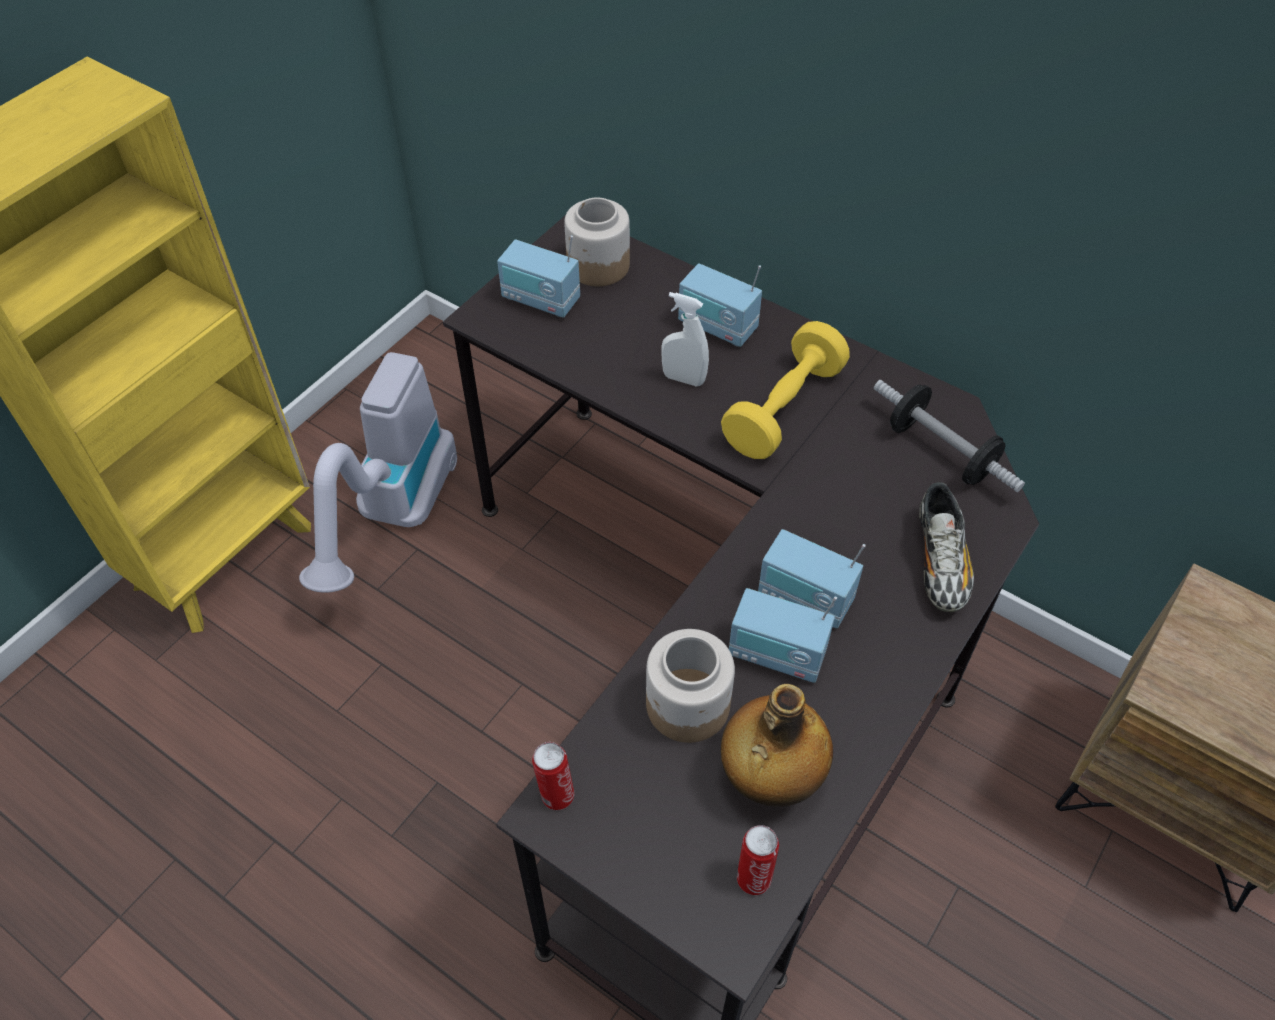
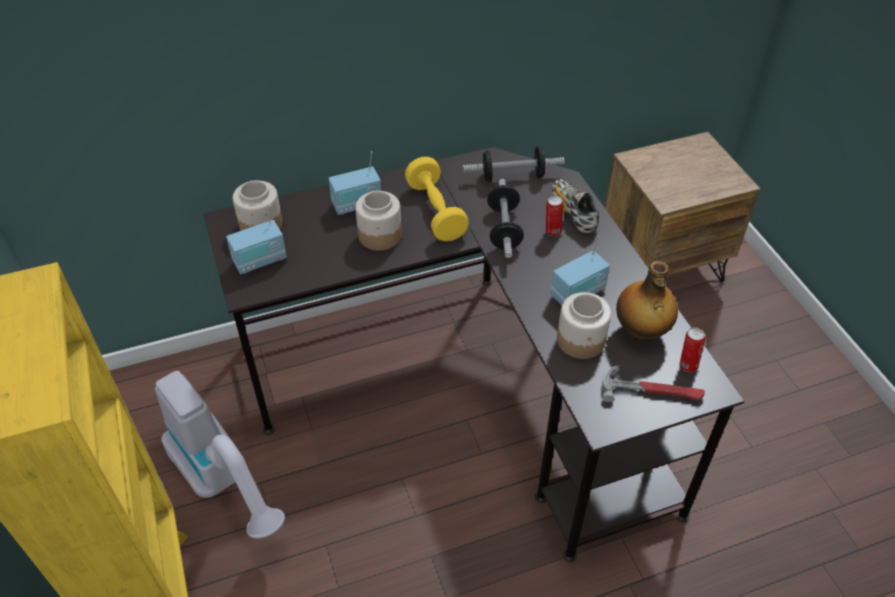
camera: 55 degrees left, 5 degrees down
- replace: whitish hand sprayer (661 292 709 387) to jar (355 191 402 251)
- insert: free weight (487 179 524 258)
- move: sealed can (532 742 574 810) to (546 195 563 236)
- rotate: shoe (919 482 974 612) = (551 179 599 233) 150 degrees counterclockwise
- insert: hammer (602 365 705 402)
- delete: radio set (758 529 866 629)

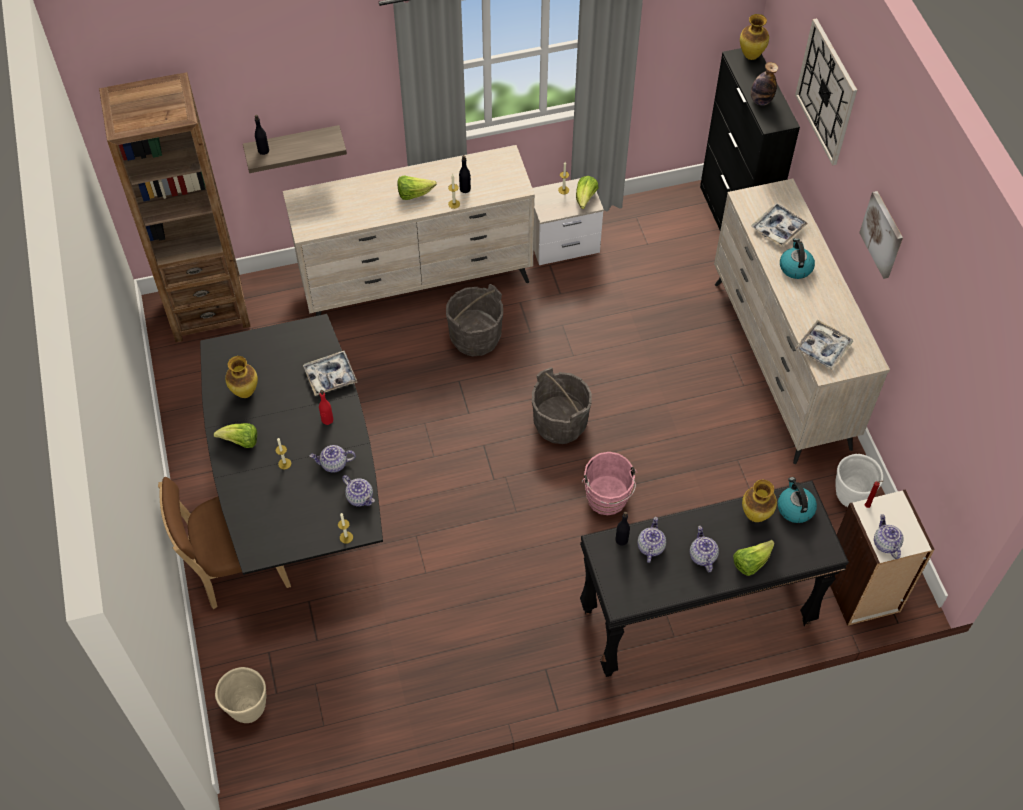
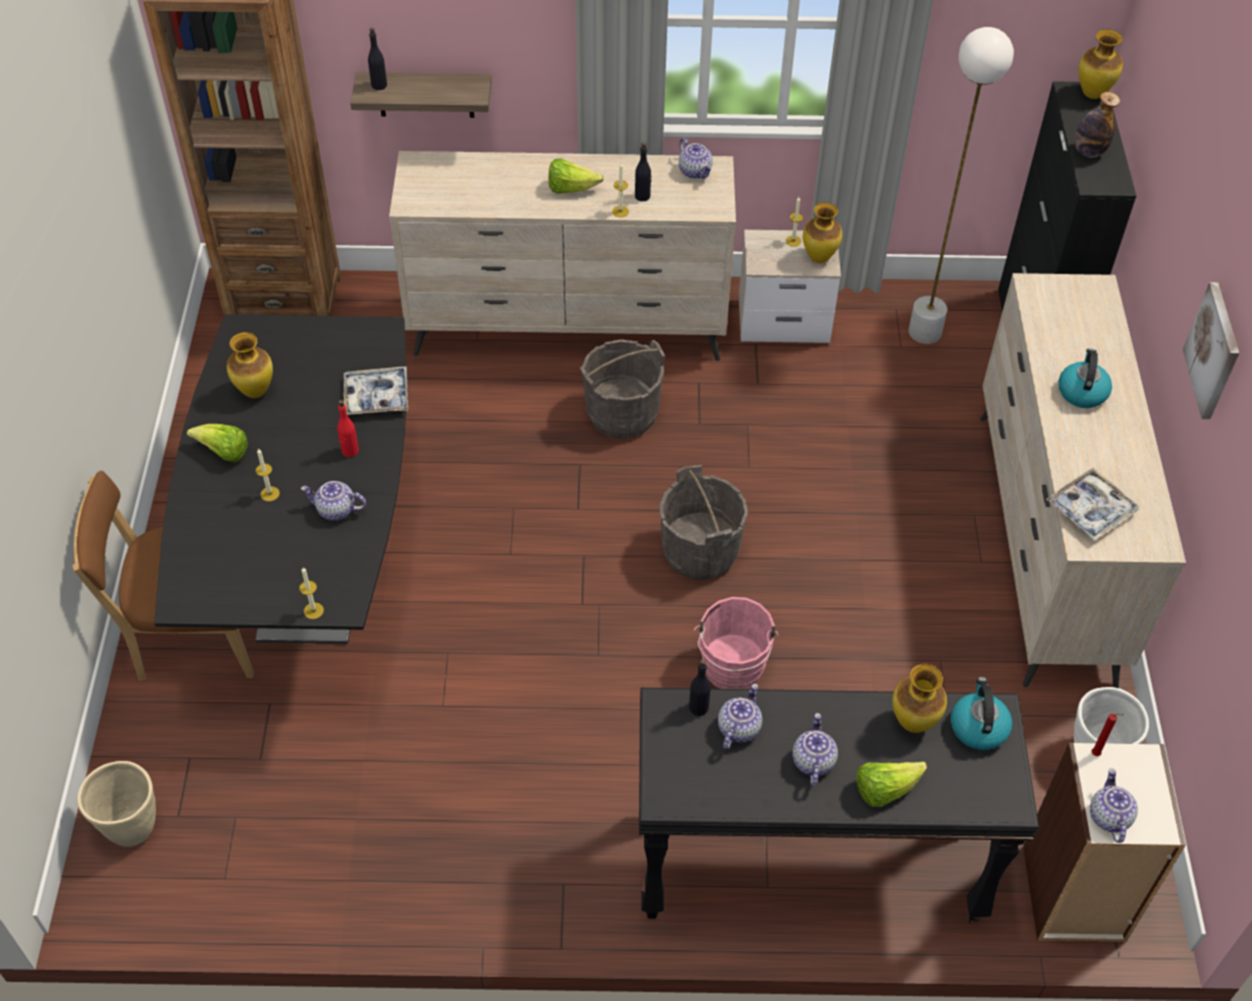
camera: 15 degrees right, 5 degrees down
- move: tea pot (342 475 375 507) to (679 138 713 179)
- replace: head of lettuce (576 176 598 209) to flower vase (803 202 842 263)
- insert: whitish floor lamp (909 27 1014 344)
- delete: serving tray (751 203 808 247)
- delete: clock on the wall (795 18 857 165)

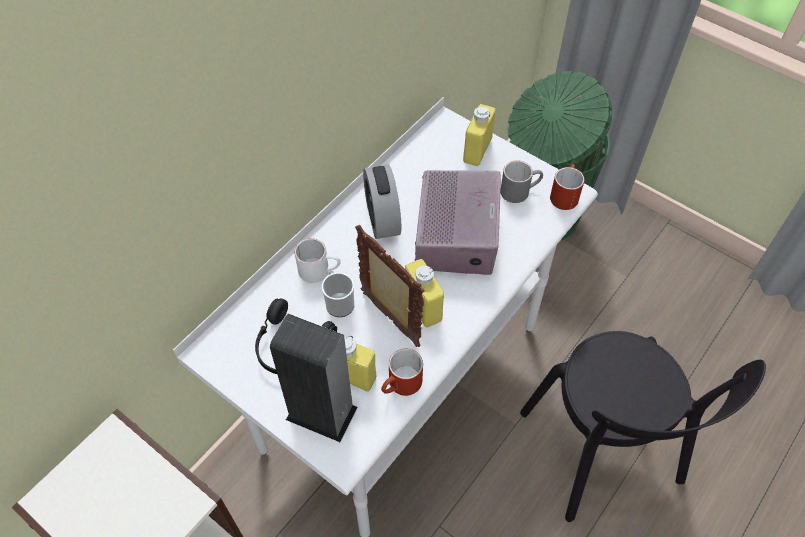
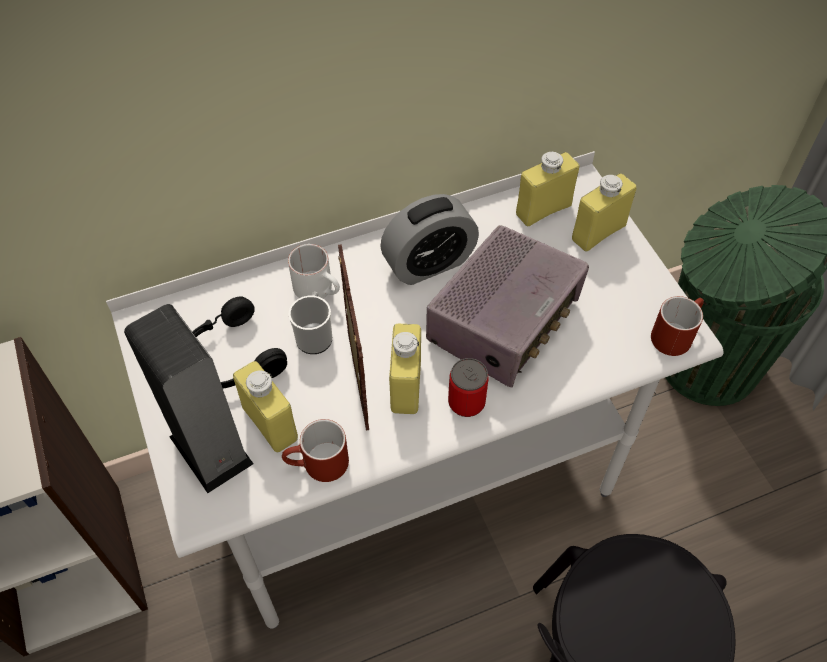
camera: 30 degrees right, 0 degrees up
- rotate: table clock (363 164 401 239) = (380 194 479 285) 135 degrees counterclockwise
- insert: sealed can (448 358 489 417)
- insert: yellow drink bottle (516 152 579 226)
- delete: gray tea mug (500 160 543 203)

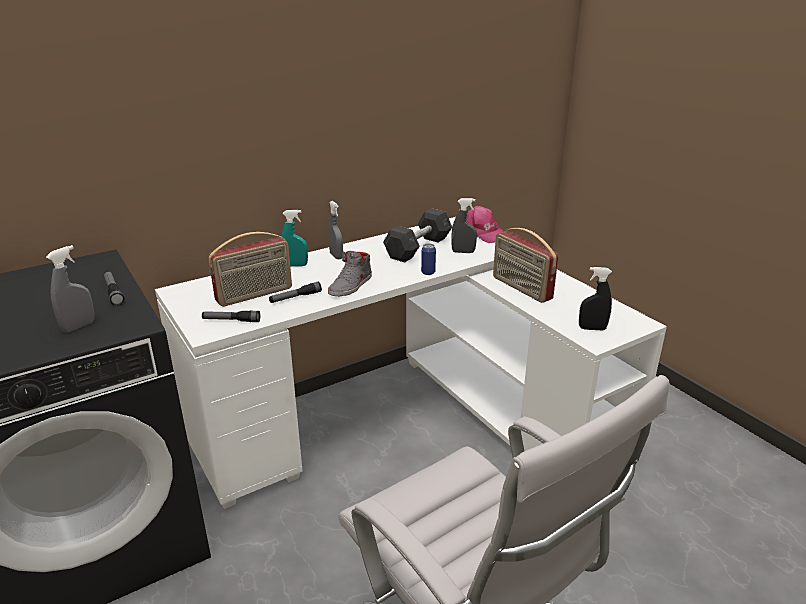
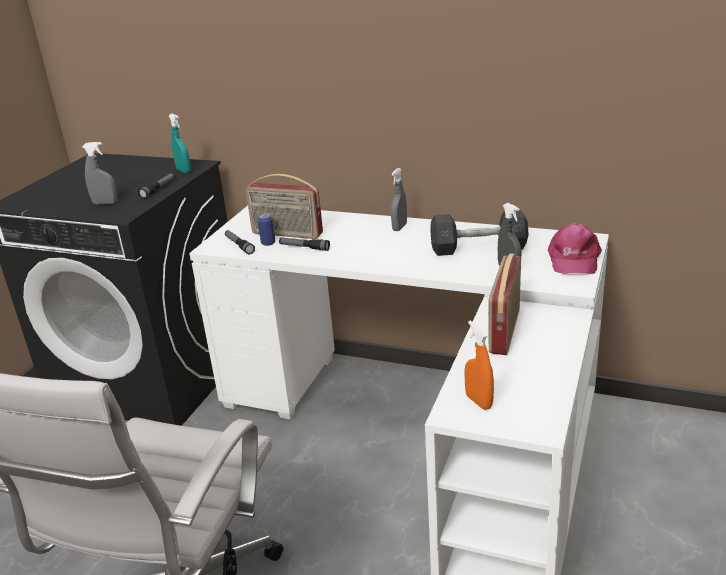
camera: 55 degrees right, 0 degrees up
- move: turquoise hand sprayer (281 210 308 267) to (169 114 191 173)
- move: sealed can (421 243 436 275) to (258 213 275 246)
- recolor: black-coloured hand sprayer (579 267 612 330) to orangey hand sprayer (464 321 494 410)
- delete: gray shoe (328 251 372 296)

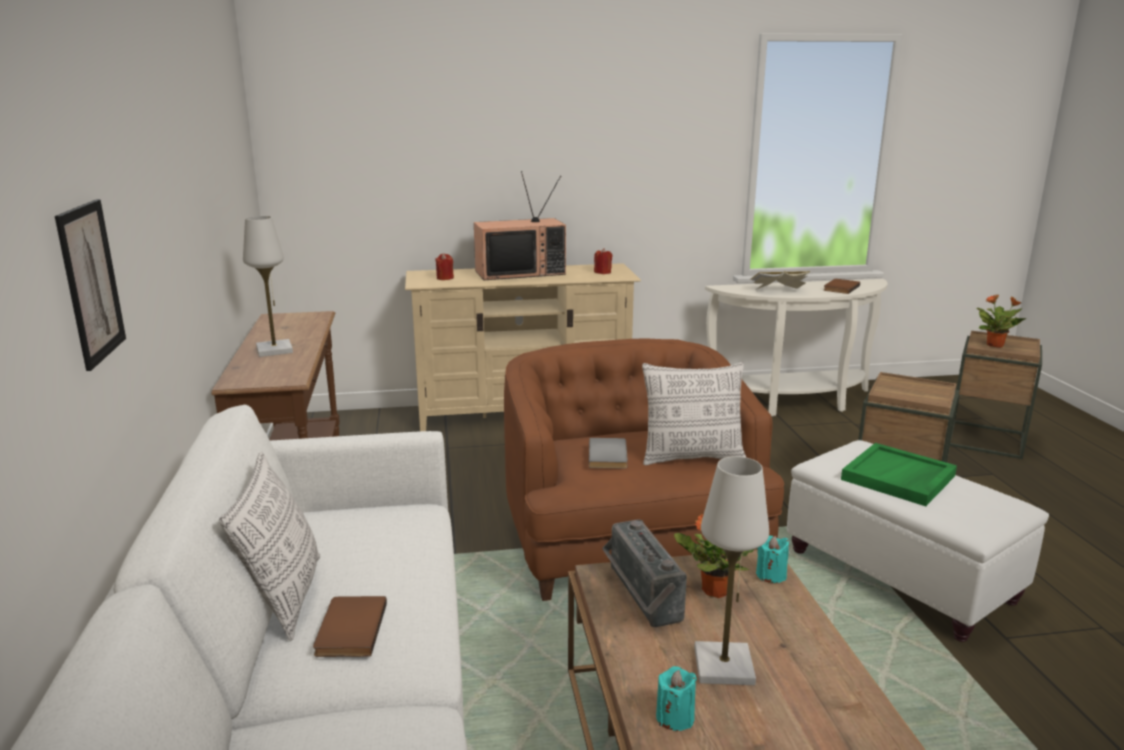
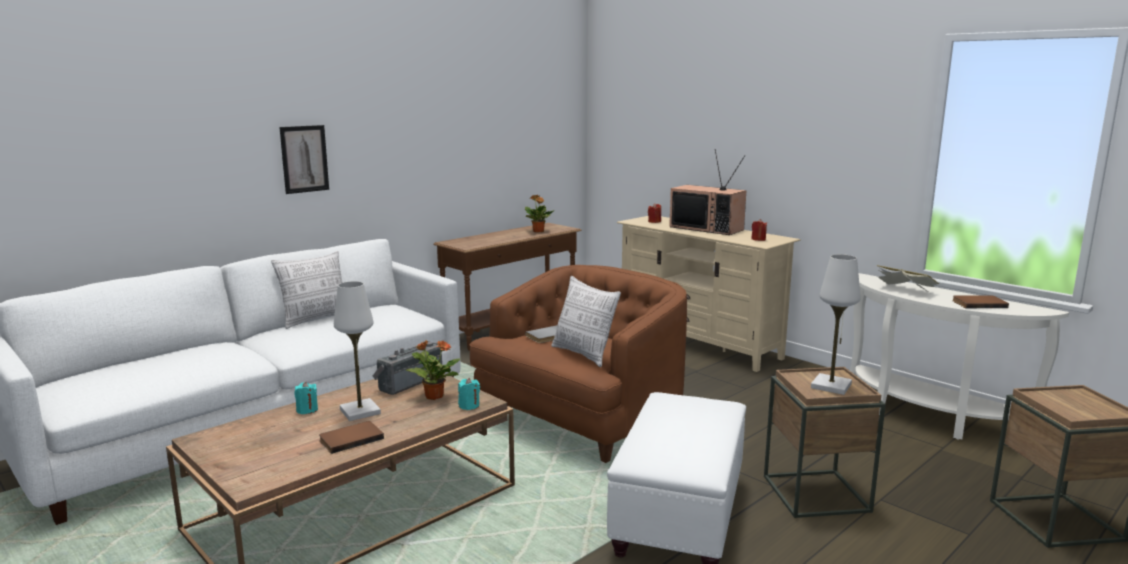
camera: 55 degrees right, 5 degrees down
- move: brown-coloured volume (313 596 387 657) to (319 421 384 454)
- move: potted plant (977 295 1026 348) to (525 195 555 232)
- move: whitish lamp for a table (243 216 293 357) to (811 254 861 395)
- delete: green serving tray (841 443 957 506)

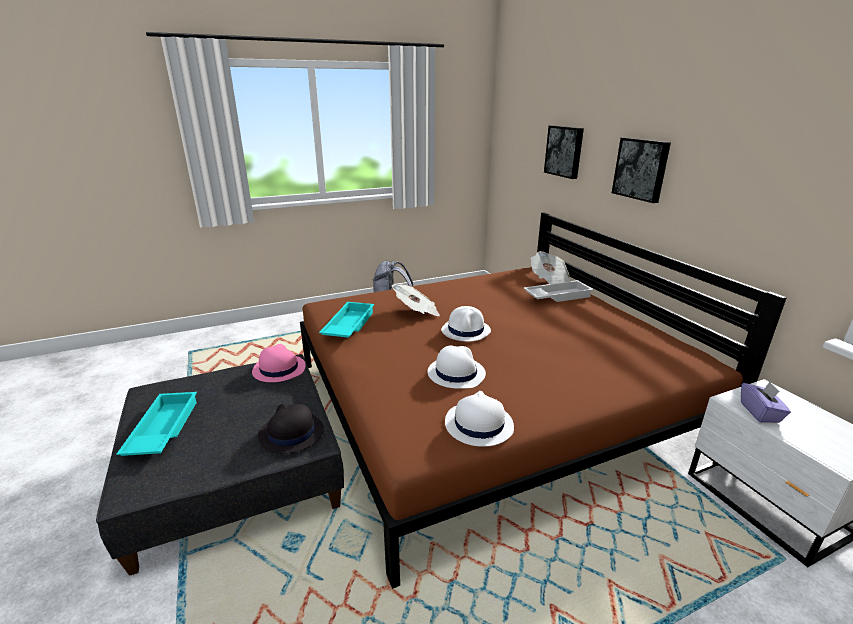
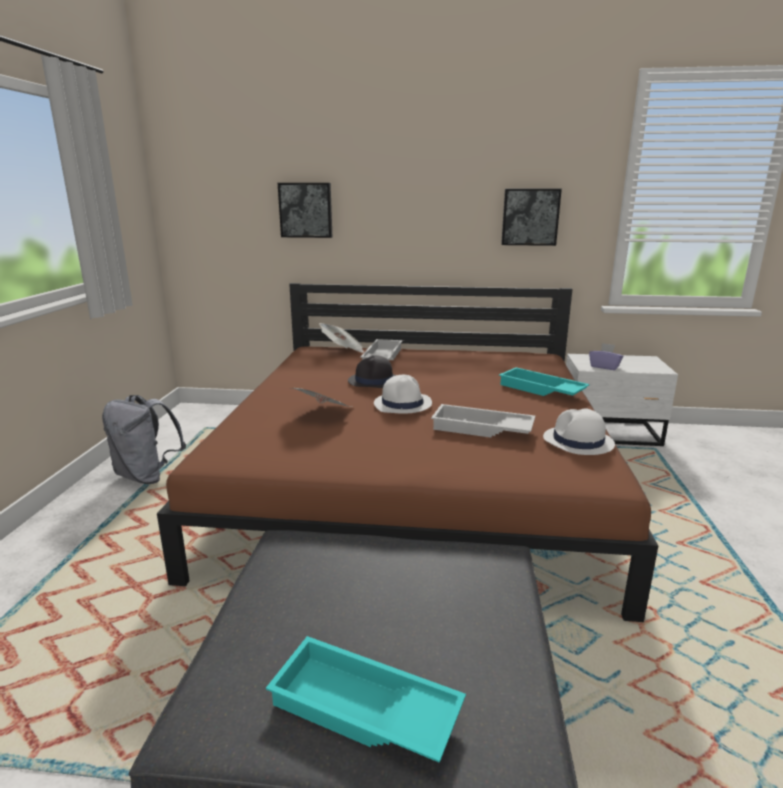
camera: 60 degrees left, 5 degrees down
- move: black-coloured clothing hat (258 404 324 454) to (348 355 396 388)
- replace: whitish clothing hat (427 345 486 389) to whitish serving tray (431 404 535 438)
- move: turquoise serving tray (319 302 374 338) to (499 367 590 396)
- move: picture (612 137 671 203) to (501 189 562 246)
- delete: pink-coloured clothing hat (252 344 306 382)

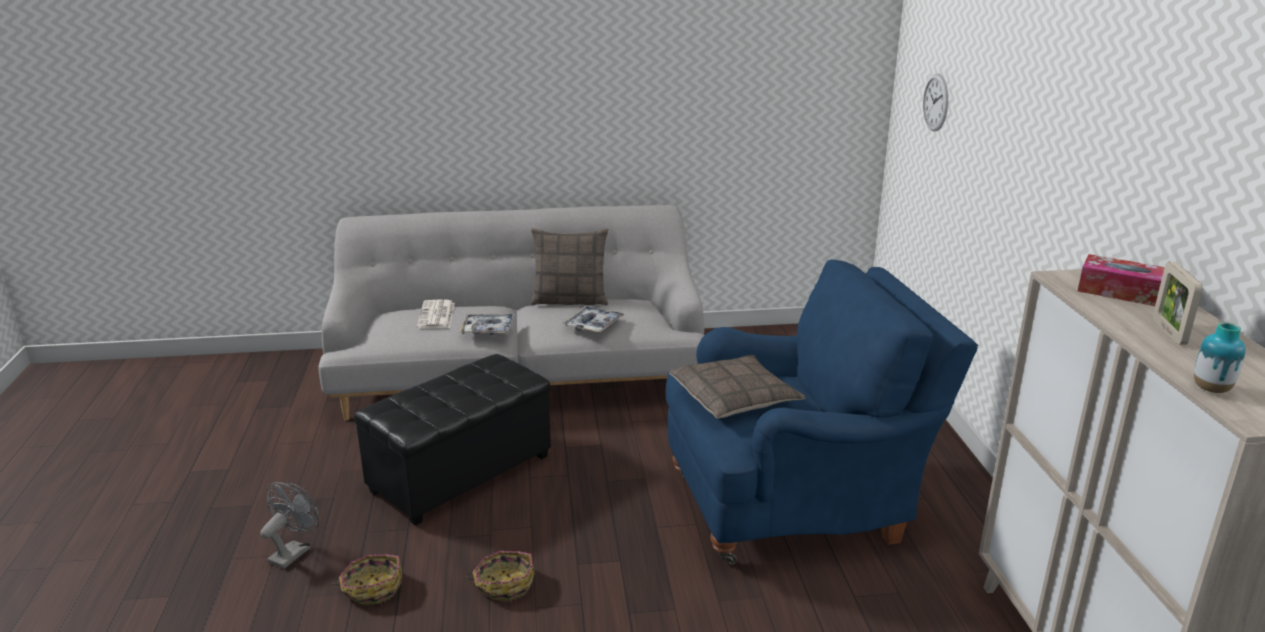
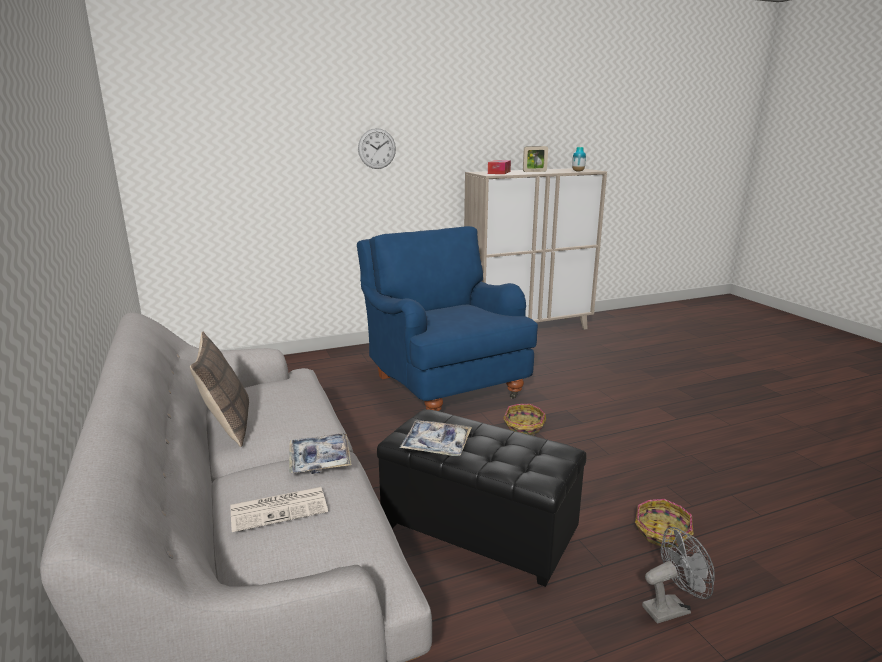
camera: 105 degrees left, 5 degrees down
- move: clock on the wall (923 73 948 132) to (358 128 396 169)
- move: serving tray (562 306 625 333) to (400 421 472 456)
- move: household basket (466 551 535 601) to (503 404 546 436)
- rotate: gray fan (260 482 319 569) = (642 527 715 624) 150 degrees clockwise
- delete: throw pillow (669 355 806 419)

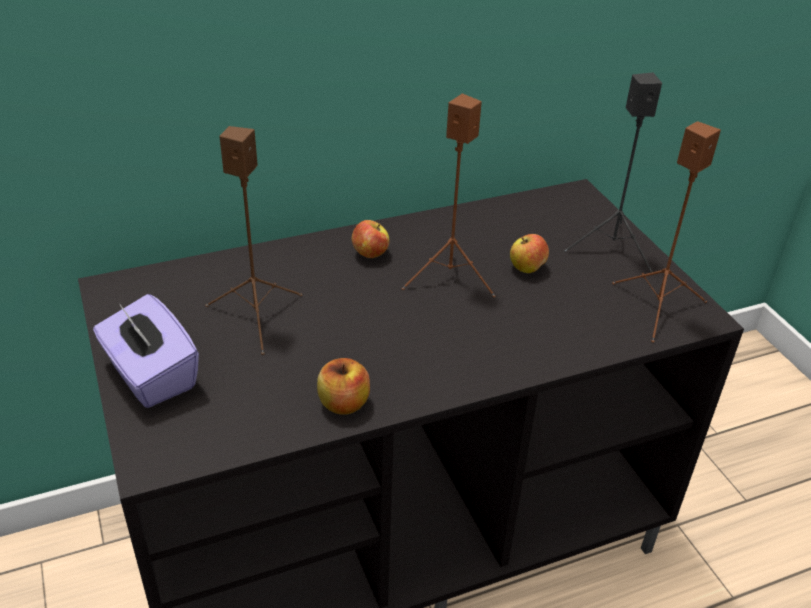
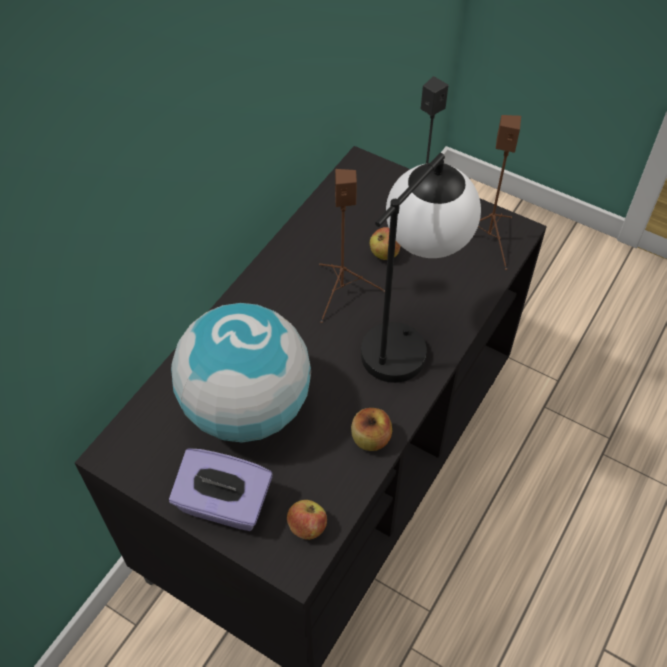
camera: 35 degrees left, 15 degrees up
- replace: brown-coloured speaker (205 126 302 355) to desk globe (171 303 311 442)
- move: apple fruit (352 220 390 258) to (287 500 327 540)
- insert: lamp for a table (361 153 481 383)

